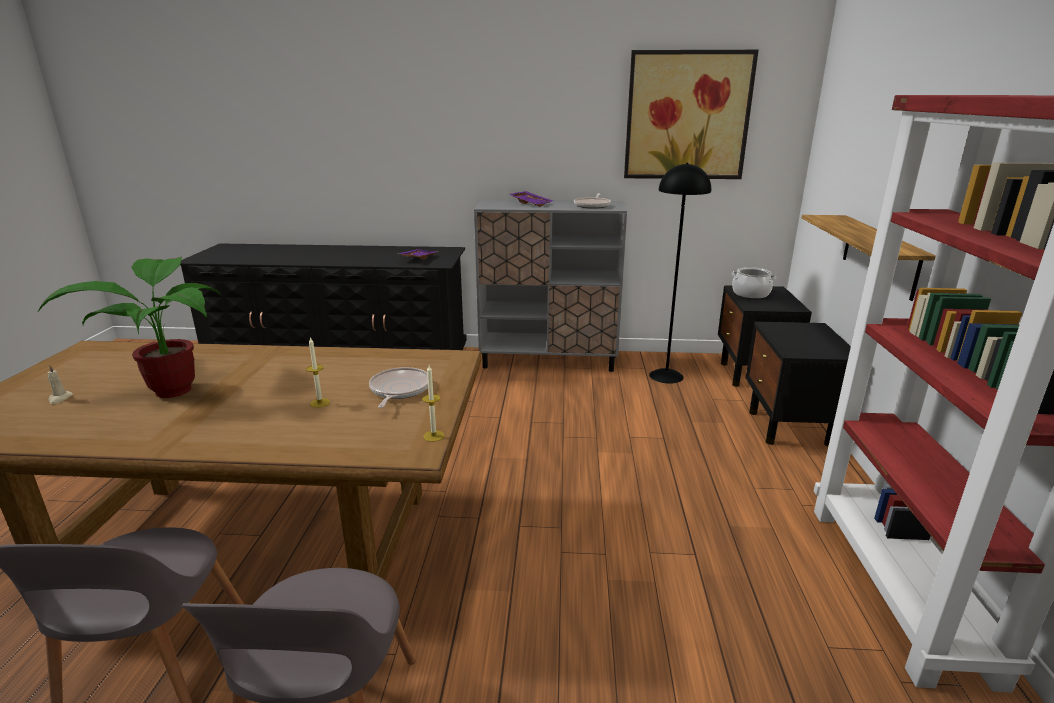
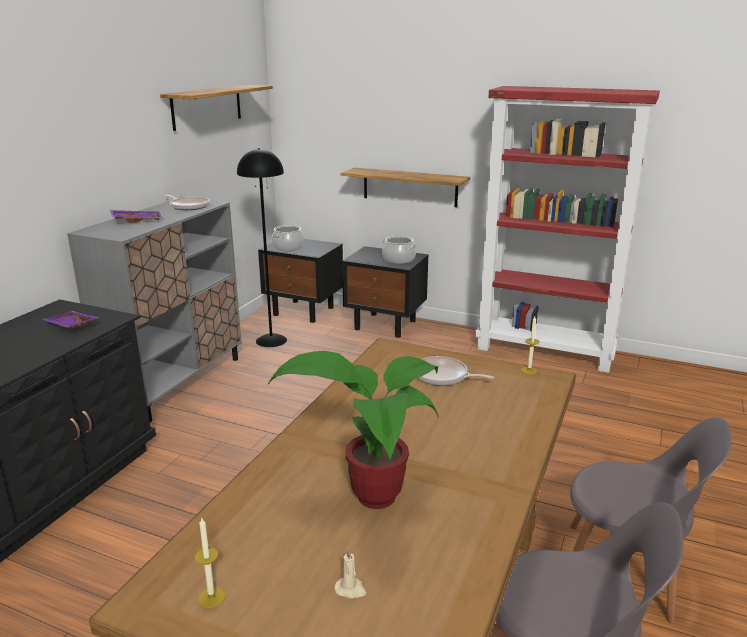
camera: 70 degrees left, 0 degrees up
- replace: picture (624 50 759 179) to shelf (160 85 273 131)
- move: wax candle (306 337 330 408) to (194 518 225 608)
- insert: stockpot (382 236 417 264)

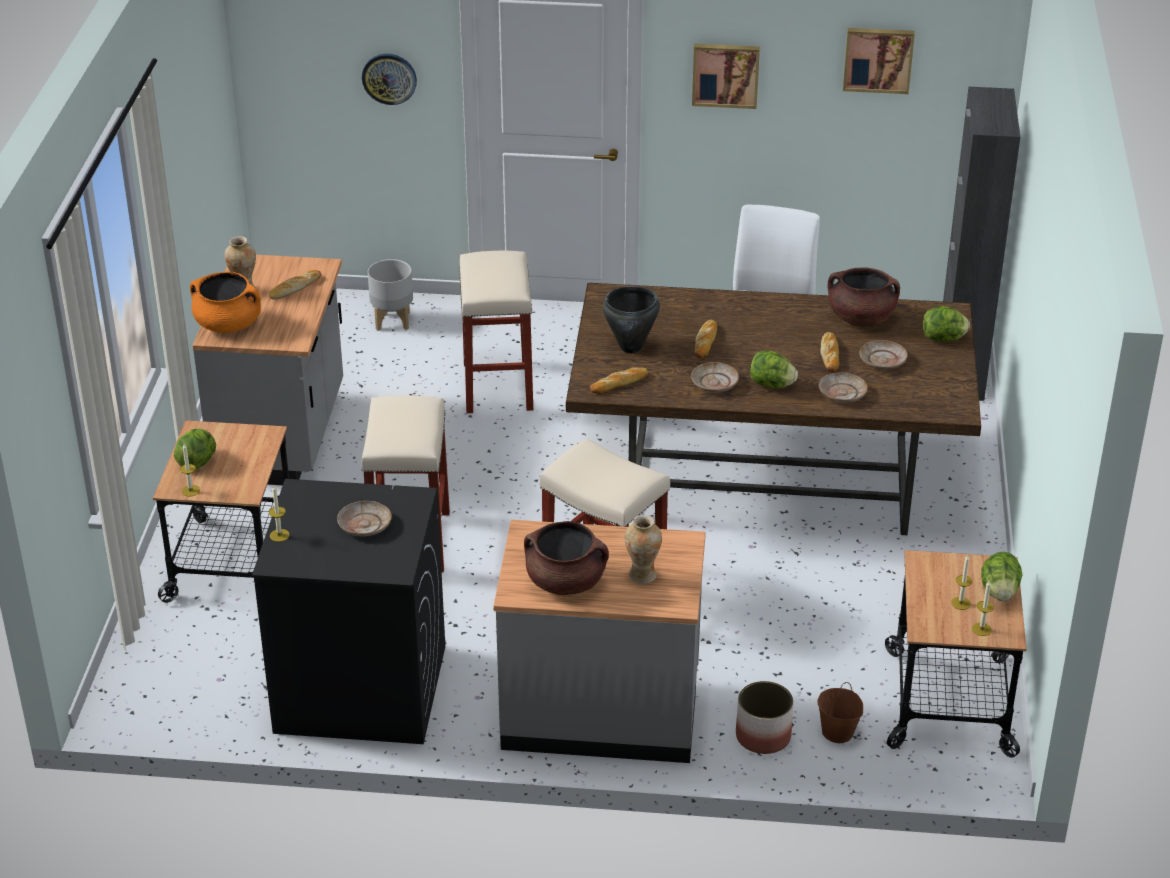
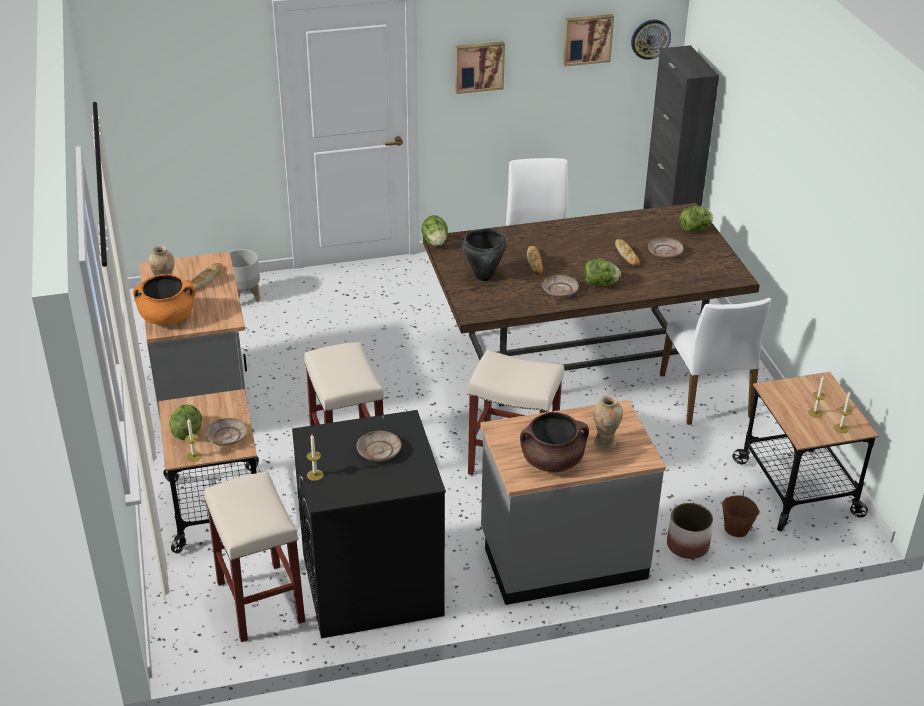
camera: 20 degrees left, 0 degrees up
- move: sand-coloured sitting stool (459 251 533 413) to (204 471 305 642)
- move: sand-coloured flat dish (819 373 868 402) to (206 418 248 446)
- move: head of lettuce (981 552 1023 601) to (421 215 448 246)
- move: clock on the wall (362 54 417 105) to (631 19 671 60)
- insert: whitish plain chair (660 298 771 425)
- delete: bread (590 367 648 394)
- delete: brown-coloured stockpot (827 267 900 327)

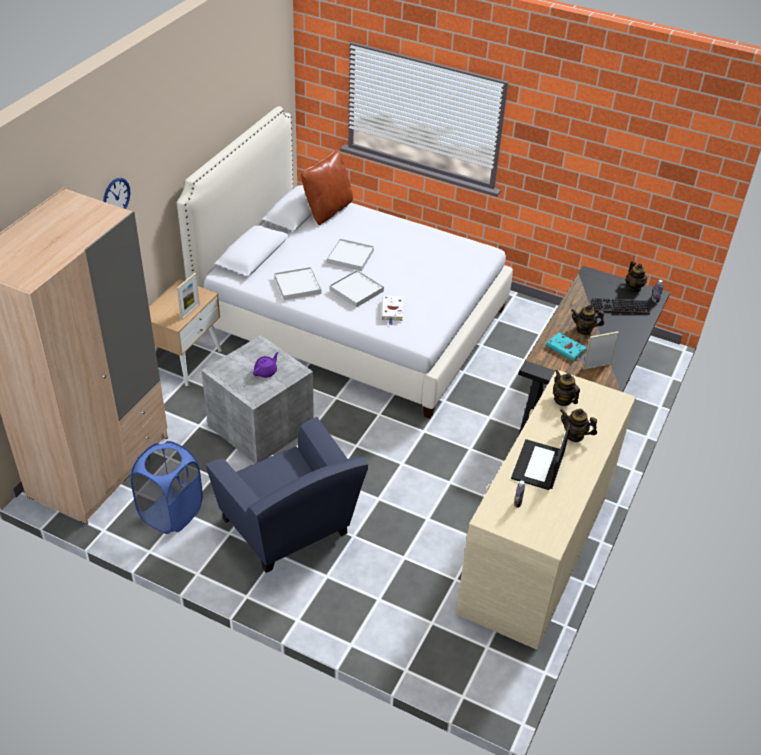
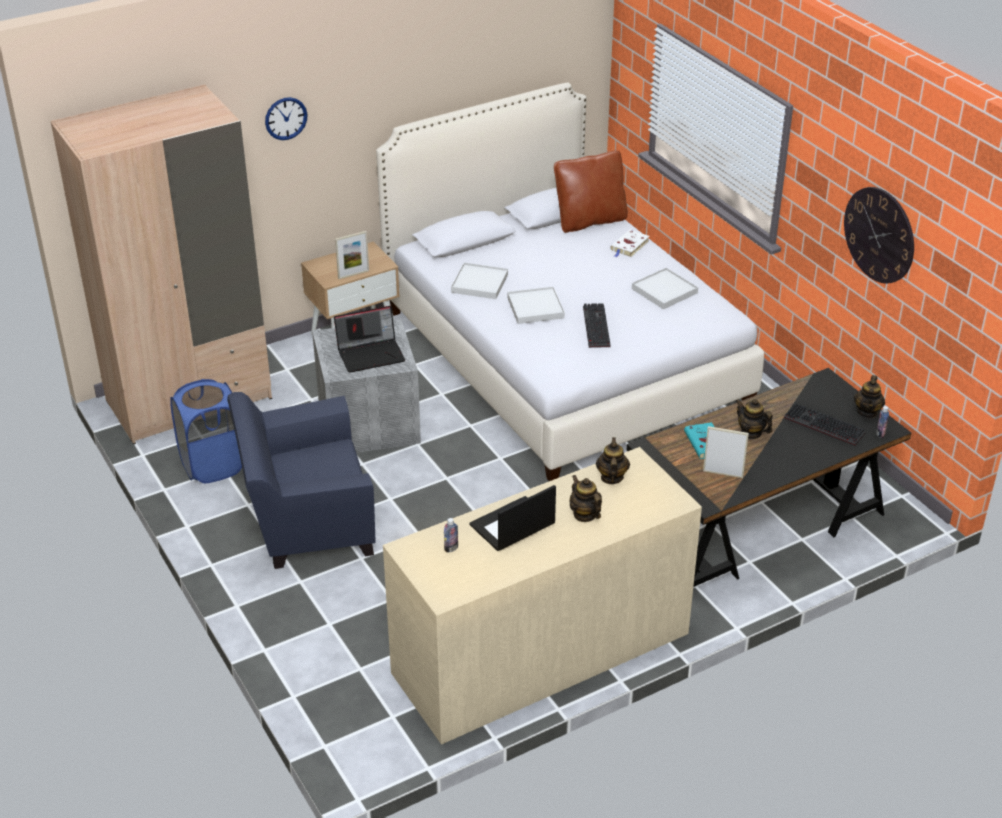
camera: 35 degrees right, 5 degrees down
- rotate: blue armchair (206 417 368 573) = (227 392 376 569) 75 degrees clockwise
- replace: purple tea pot (253 352 279 378) to portable computer (334 306 405 373)
- insert: keyboard (583 303 611 348)
- move: whitish volume (382 296 404 325) to (610 230 650 257)
- move: whitish serving tray (327 239 374 271) to (632 268 698 309)
- insert: clock on the wall (844 187 914 283)

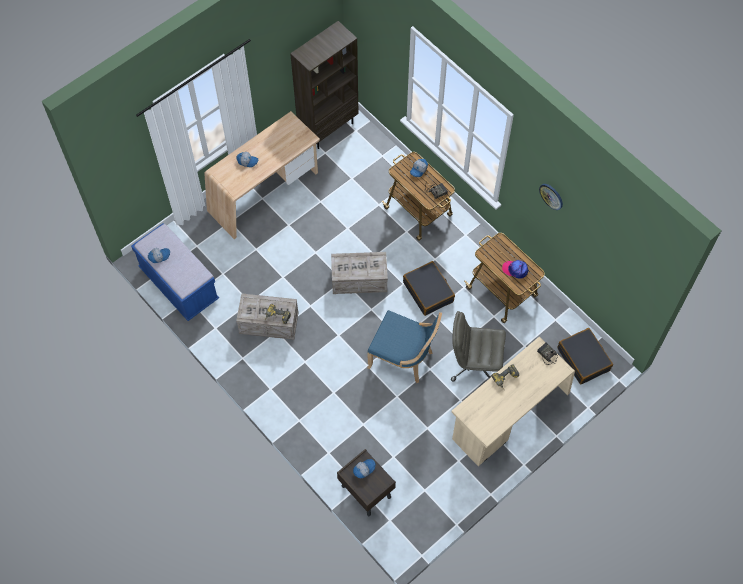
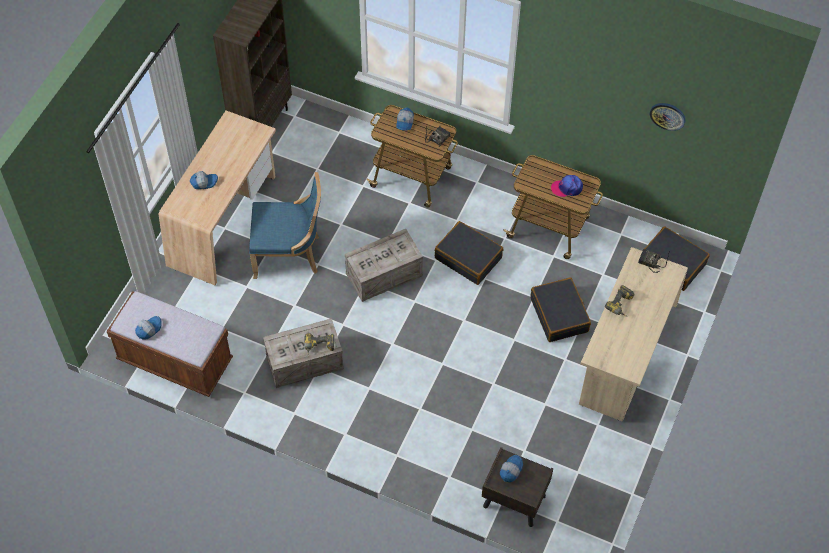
camera: 25 degrees left, 5 degrees down
- recolor: blue indoor bench (131 223 219 321) to brown-coloured indoor bench (107 291 233 397)
- move: blue plain chair (367 310 442 383) to (249 172 321 279)
- replace: gray desk chair (451 311 506 381) to black-coloured piece of luggage (530 277 591 342)
- move: clock on the wall (539 184 563 210) to (650 103 686 131)

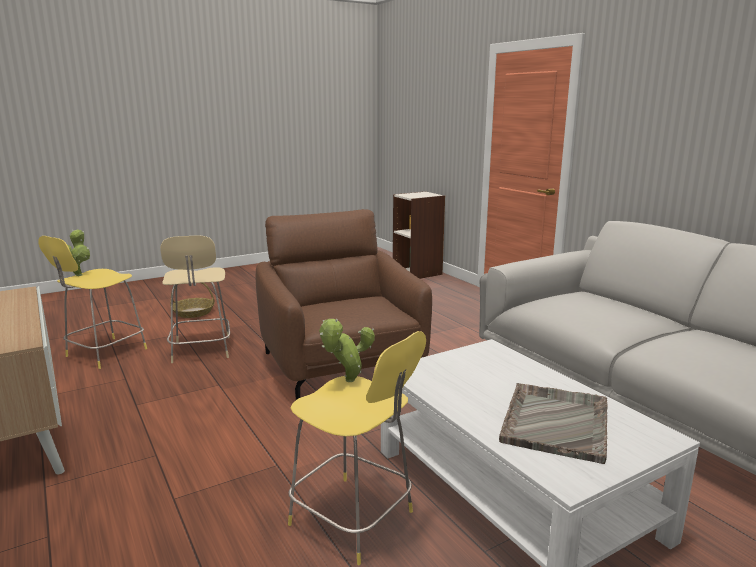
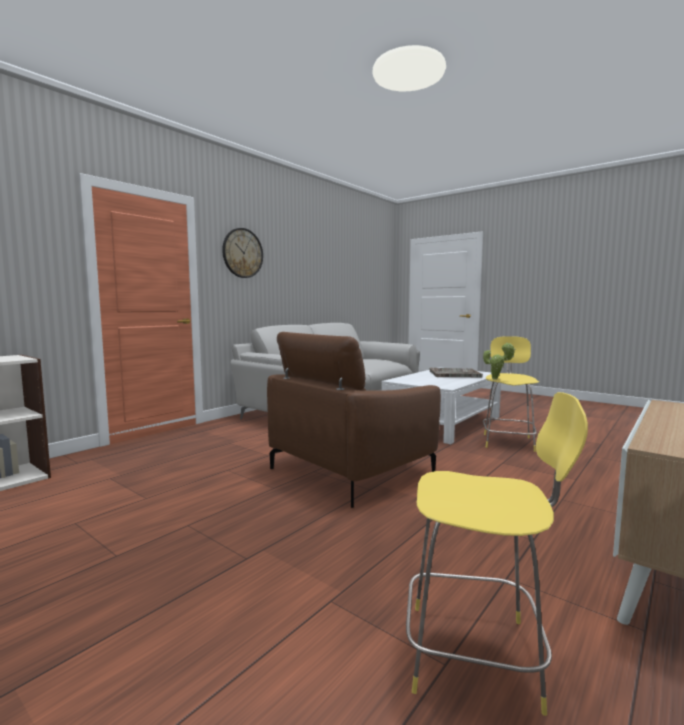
camera: 110 degrees left, 10 degrees down
- insert: clock on the wall (222 228 263 278)
- delete: potted plant (68 229 90 276)
- delete: sand-coloured sitting stool (160 235 230 363)
- delete: household basket (170 283 215 318)

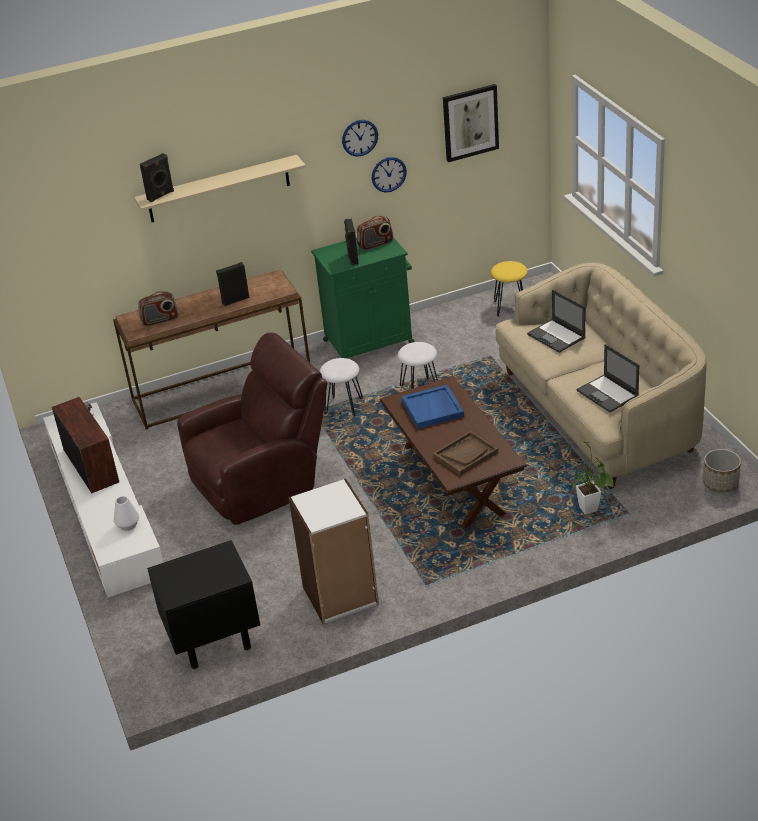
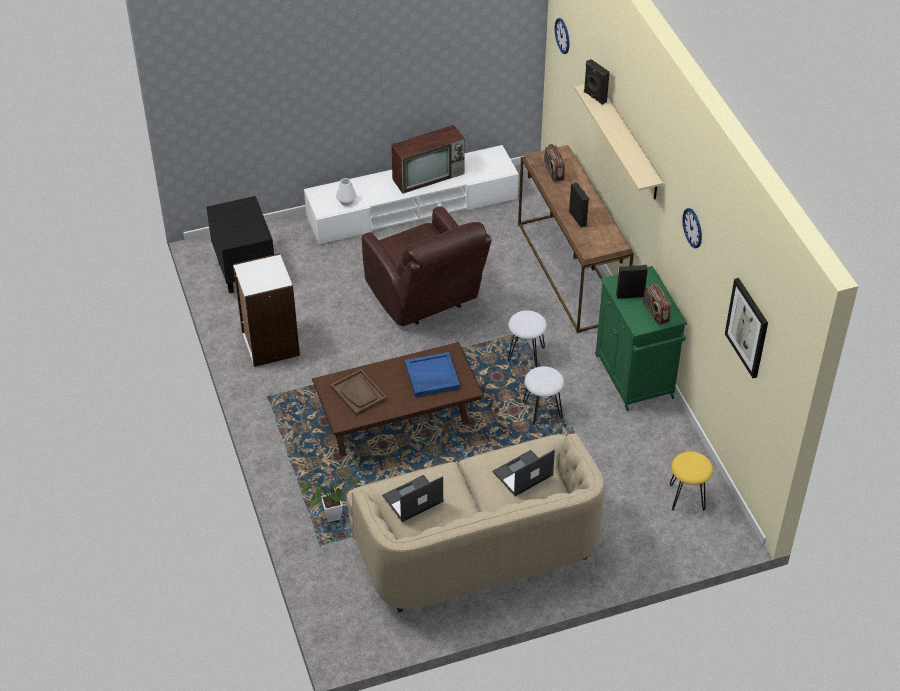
camera: 90 degrees right, 10 degrees up
- move: clock on the wall (372 157 407 193) to (555 18 569 54)
- delete: plant pot (703 449 741 493)

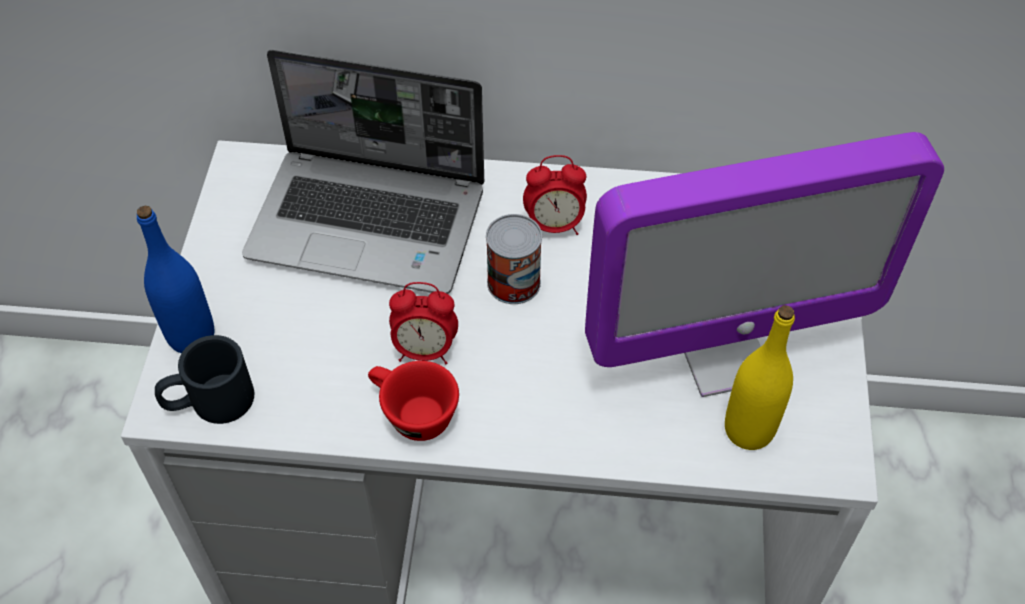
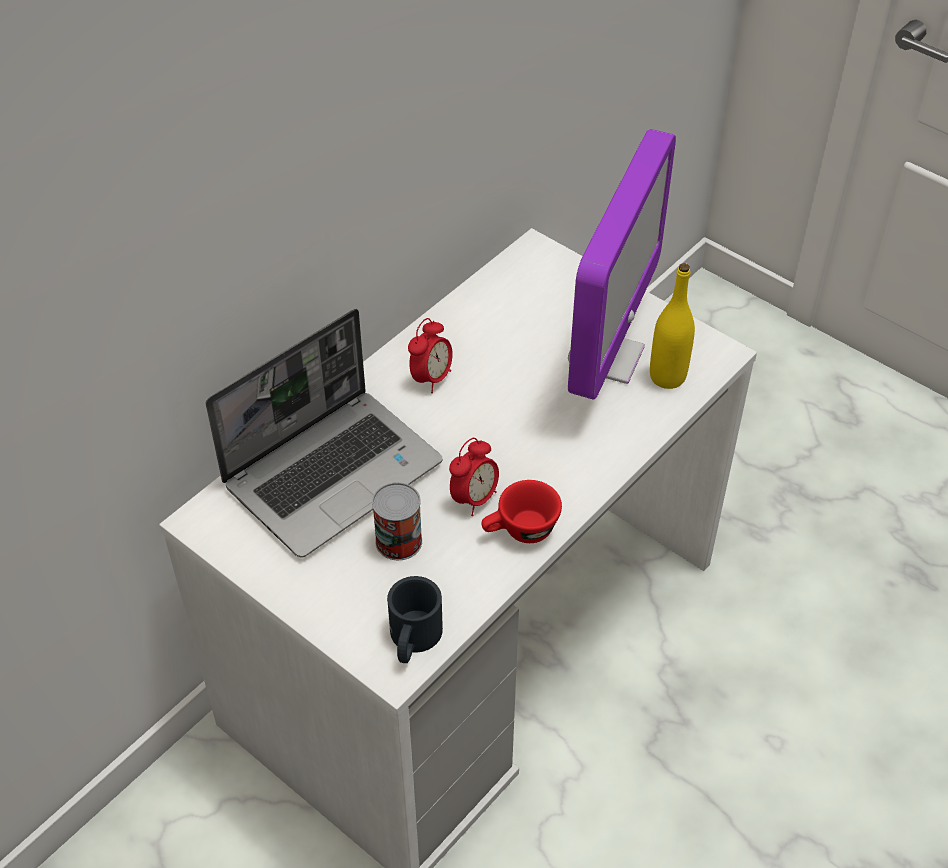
camera: 55 degrees left, 5 degrees down
- move: sealed can (486 214 542 304) to (372 482 422 560)
- delete: blue drink bottle (137 206 214 353)

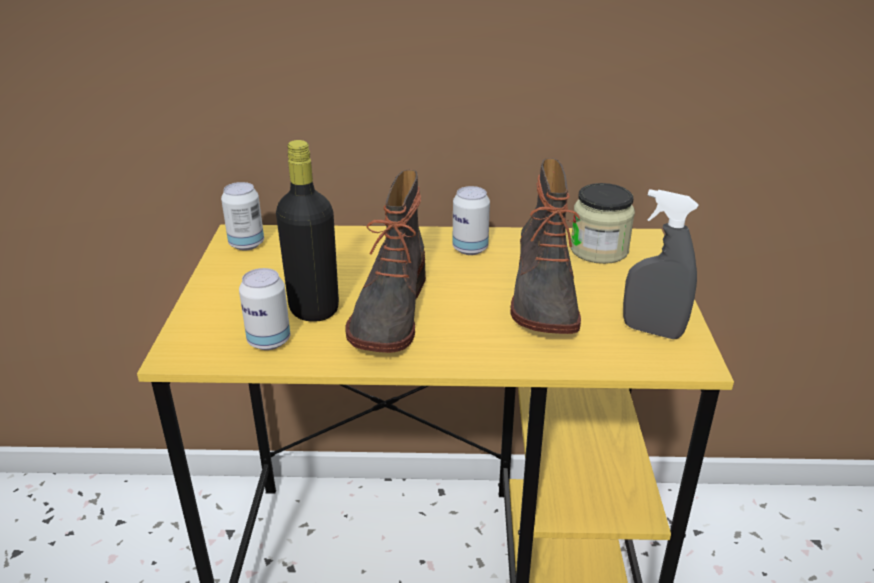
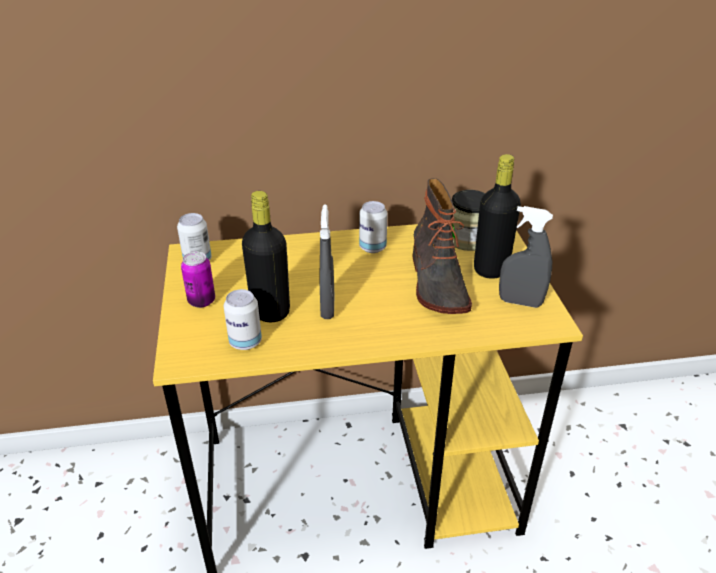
camera: 10 degrees left, 5 degrees up
- insert: sealed can (181 251 215 308)
- replace: boot (345 170 426 353) to gray hand sprayer (320 204 334 319)
- insert: black-coloured drink bottle (474 154 521 279)

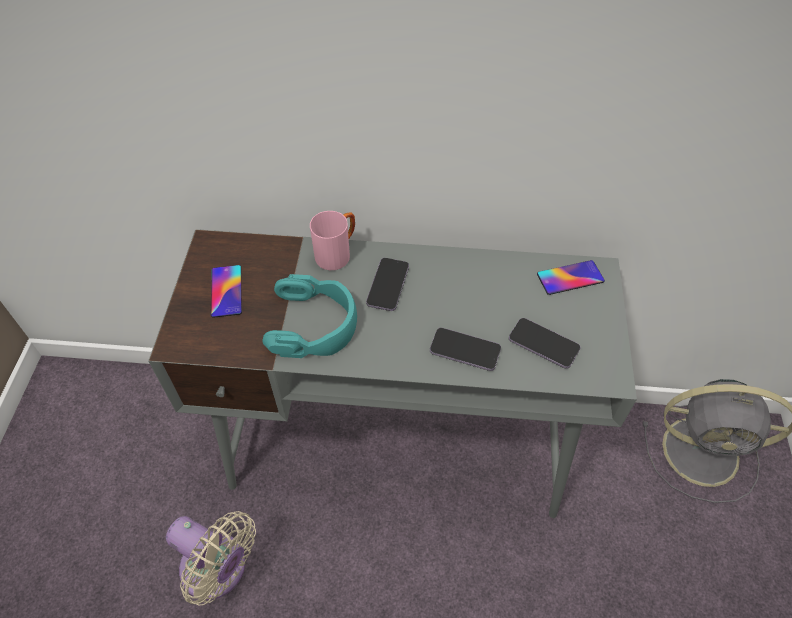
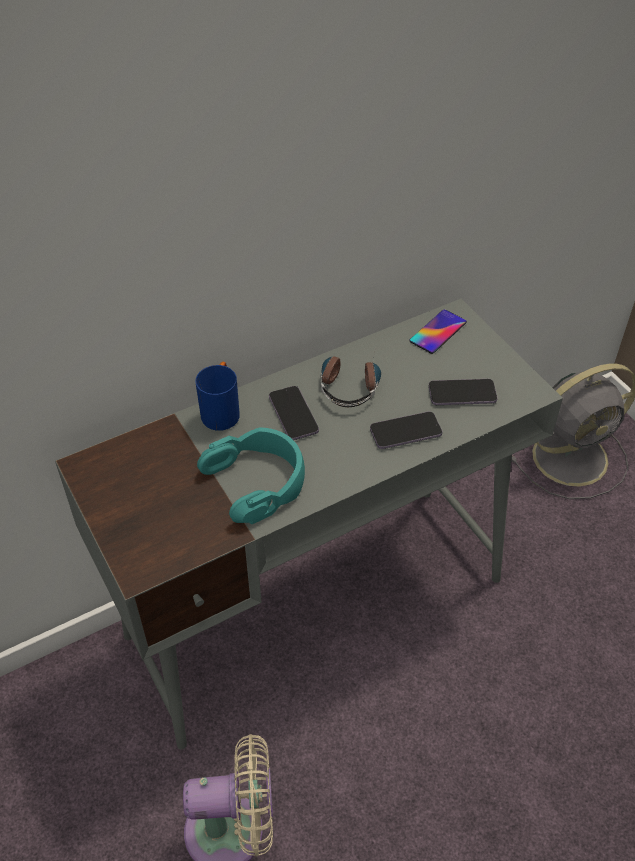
camera: 35 degrees left, 5 degrees down
- recolor: pink-coloured tea mug (310 211 355 270) to blue tea mug (195 362 240 431)
- insert: headphones (321 347 381 407)
- delete: phone (211 265 242 318)

